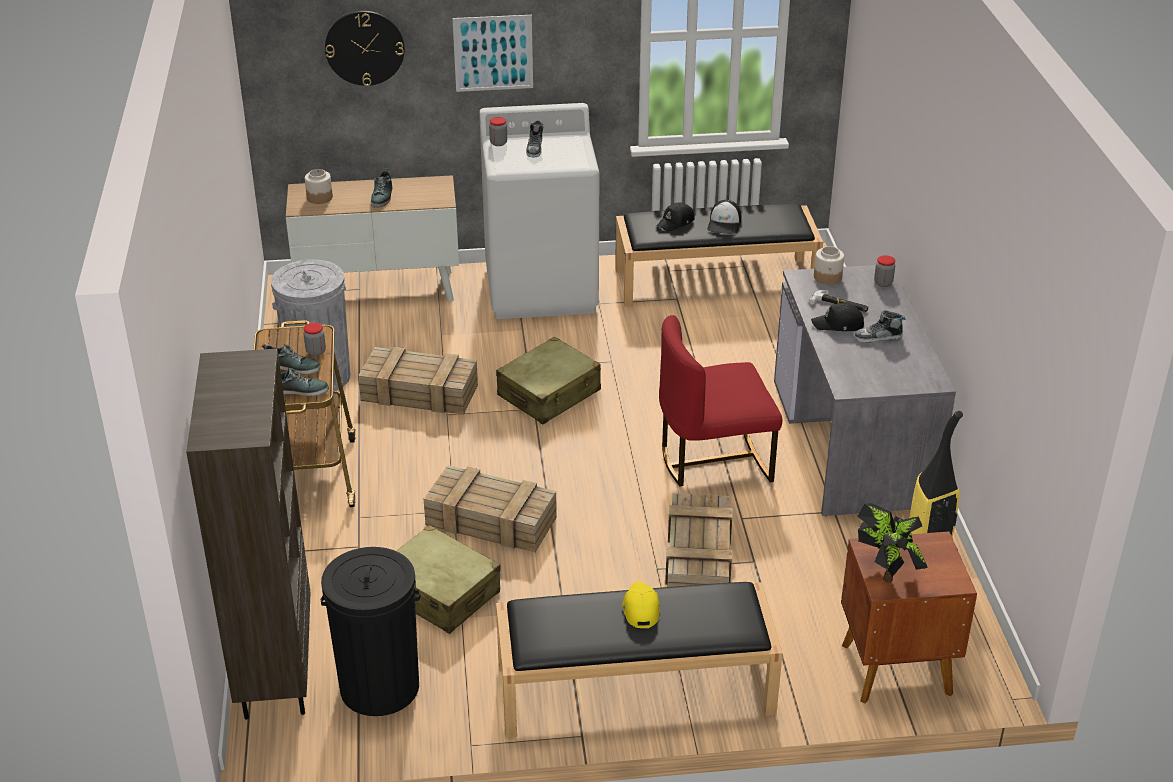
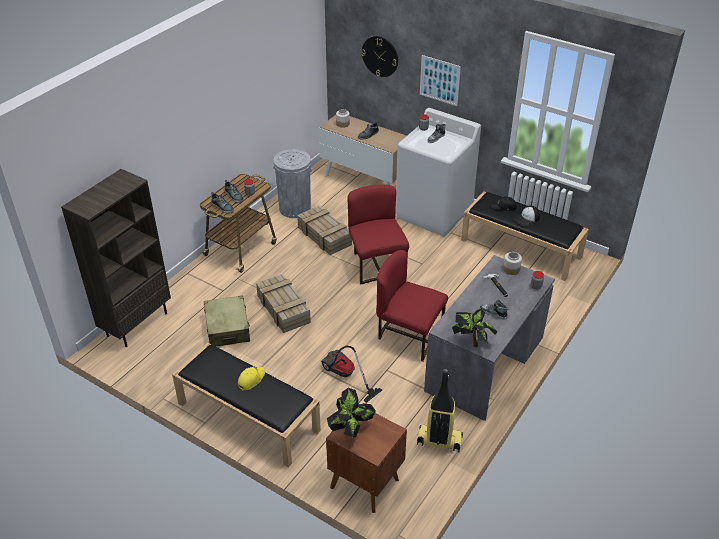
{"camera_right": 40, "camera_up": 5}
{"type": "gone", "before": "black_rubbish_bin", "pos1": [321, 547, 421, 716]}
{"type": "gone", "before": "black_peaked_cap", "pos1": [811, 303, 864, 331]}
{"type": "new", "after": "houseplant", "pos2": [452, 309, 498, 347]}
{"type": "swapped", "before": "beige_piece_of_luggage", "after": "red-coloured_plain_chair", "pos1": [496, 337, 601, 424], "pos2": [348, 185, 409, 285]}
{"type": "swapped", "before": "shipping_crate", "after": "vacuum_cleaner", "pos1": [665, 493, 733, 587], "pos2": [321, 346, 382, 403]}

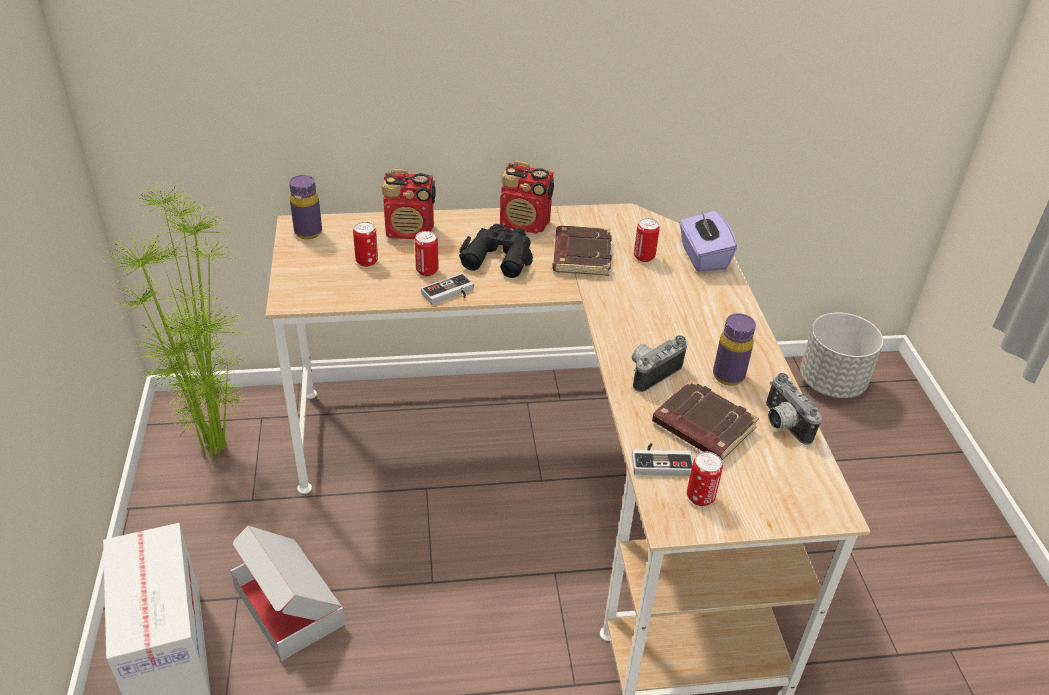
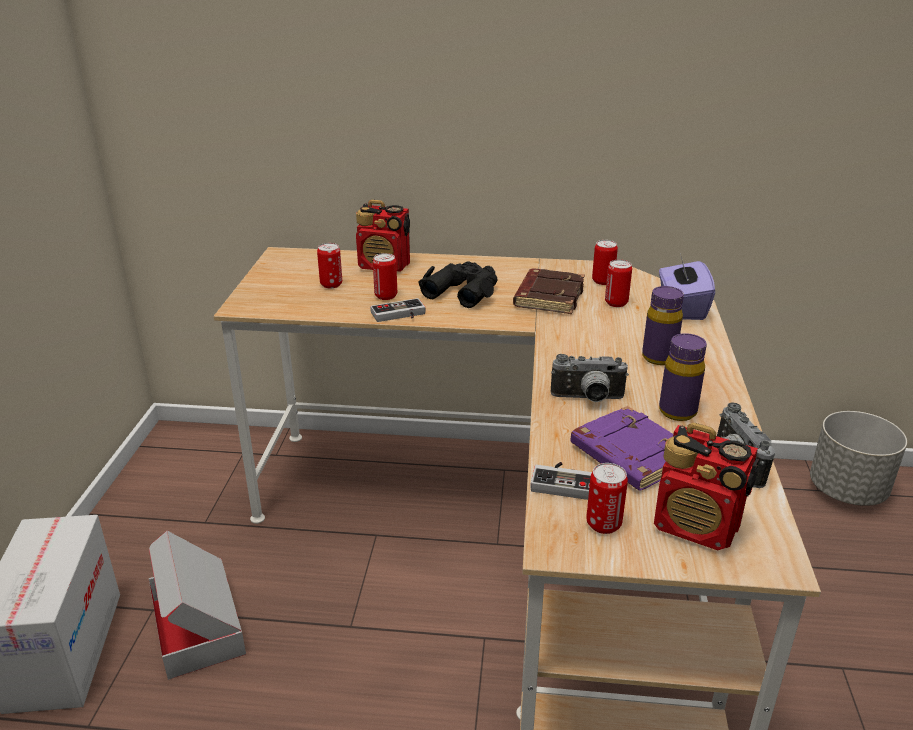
{"camera_right": 15, "camera_up": -10}
{"type": "gone", "before": "houseplant", "pos1": [104, 182, 249, 458]}
{"type": "new", "after": "metal_can", "pos2": [592, 240, 618, 285]}
{"type": "shifted", "before": "purplish_drink_bottle", "pos1": [289, 175, 322, 239], "pos2": [642, 286, 684, 365]}
{"type": "shifted", "before": "radio_receiver", "pos1": [500, 161, 554, 234], "pos2": [654, 423, 759, 550]}
{"type": "repainted", "before": "brownish_book", "after": "purplish_book", "pos1": [652, 380, 759, 460], "pos2": [570, 406, 673, 491]}
{"type": "rotated", "before": "photo_camera", "pos1": [632, 335, 687, 392], "pos2": [551, 354, 629, 402], "turn": -150}

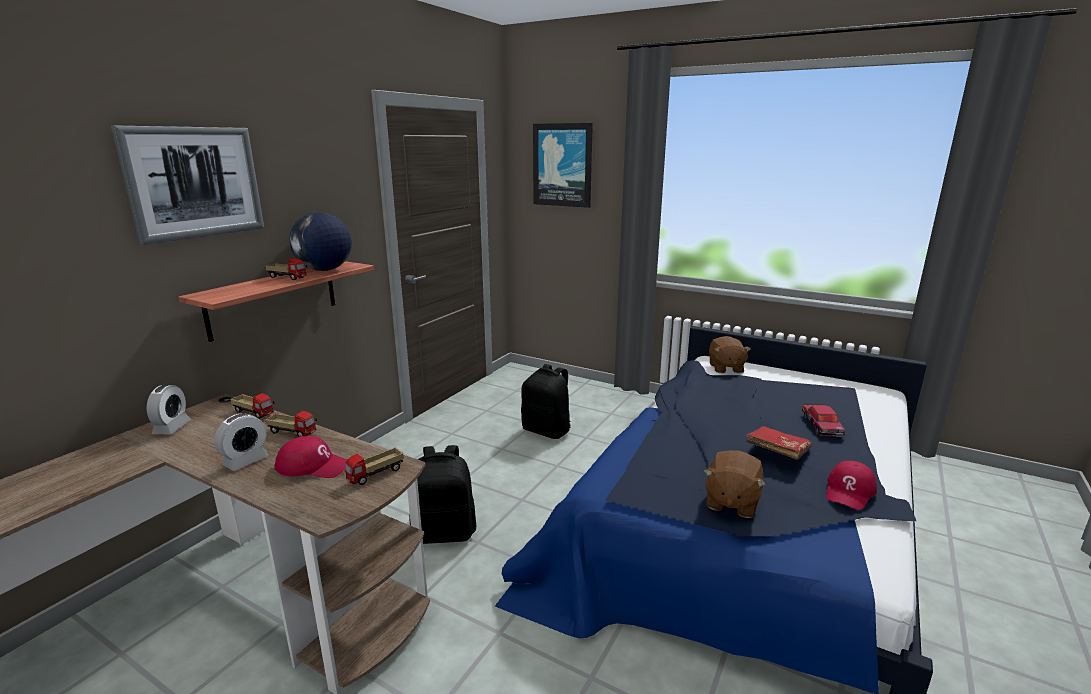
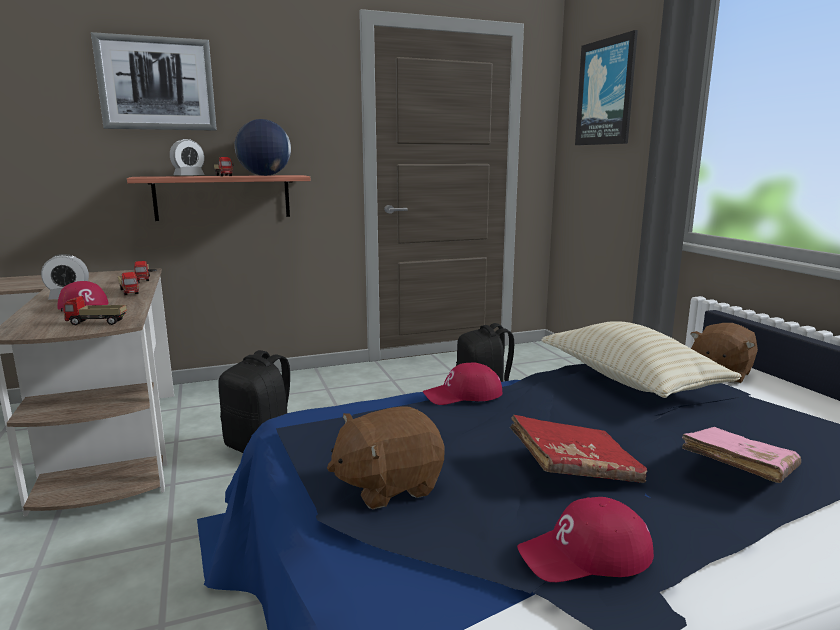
{"camera_right": 40, "camera_up": -5}
{"type": "new", "after": "red-coloured_peaked_cap", "pos2": [423, 363, 502, 405]}
{"type": "new", "after": "beige_cushion", "pos2": [542, 321, 742, 398]}
{"type": "shifted", "before": "table_clock", "pos1": [147, 384, 191, 434], "pos2": [170, 139, 205, 175]}
{"type": "swapped", "before": "toy_car", "after": "pinkish_book", "pos1": [802, 404, 845, 437], "pos2": [682, 427, 801, 483]}

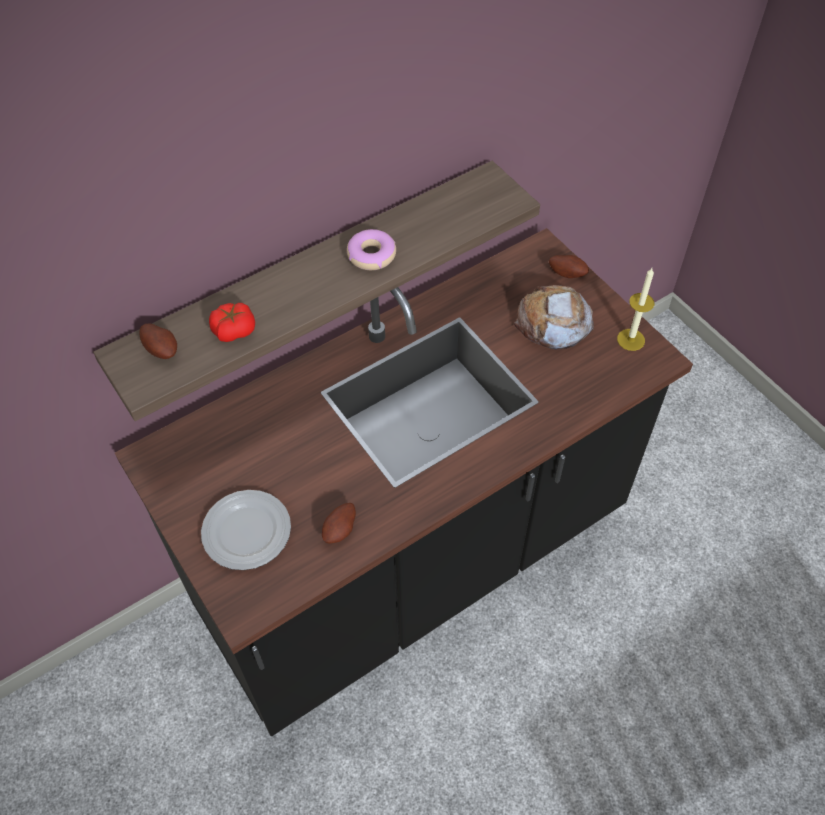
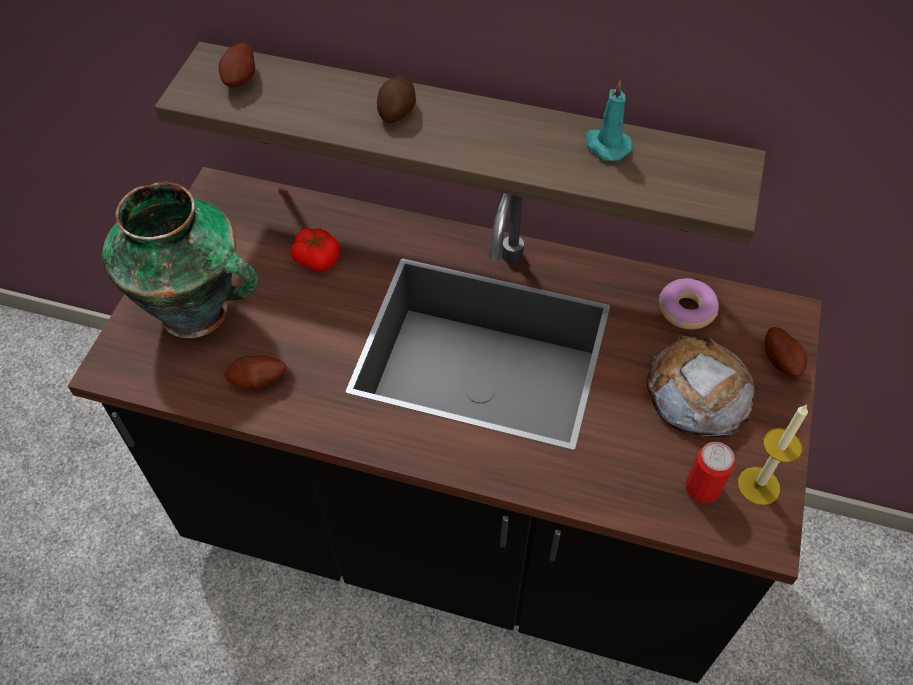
{"camera_right": 50, "camera_up": 0}
{"type": "new", "after": "spud", "pos2": [377, 76, 416, 123]}
{"type": "new", "after": "turquoise_wax_light", "pos2": [585, 80, 632, 161]}
{"type": "new", "after": "metal_can", "pos2": [685, 442, 735, 503]}
{"type": "shifted", "before": "tomato", "pos1": [209, 303, 255, 342], "pos2": [290, 227, 340, 271]}
{"type": "shifted", "before": "donut", "pos1": [347, 229, 396, 270], "pos2": [659, 278, 719, 330]}
{"type": "swapped", "before": "plate", "after": "flower_vase", "pos1": [201, 490, 291, 570], "pos2": [102, 182, 258, 338]}

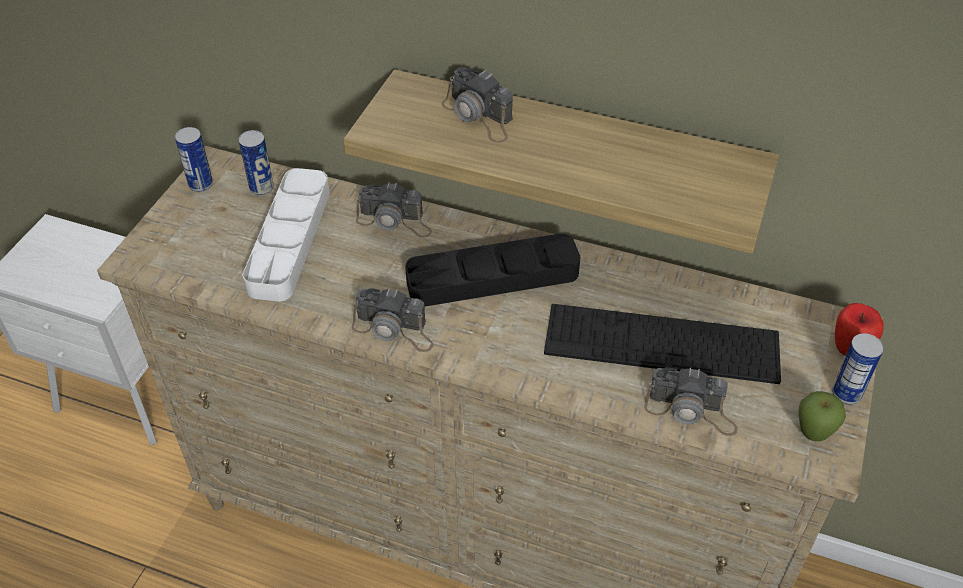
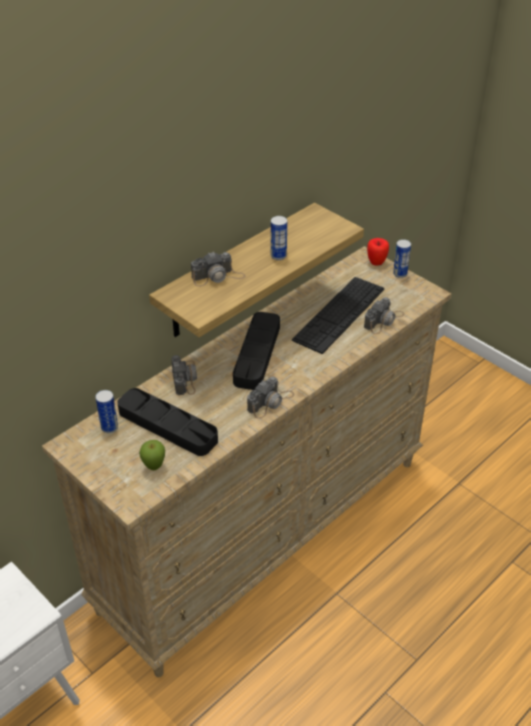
{"camera_right": -65, "camera_up": -5}
{"type": "shifted", "before": "metal_can", "pos1": [175, 127, 213, 192], "pos2": [271, 216, 287, 260]}
{"type": "shifted", "before": "apple_fruit", "pos1": [798, 391, 846, 441], "pos2": [139, 440, 165, 470]}
{"type": "repainted", "before": "white_tray", "after": "black_tray", "pos1": [242, 168, 330, 302], "pos2": [117, 388, 218, 456]}
{"type": "rotated", "before": "photo_camera", "pos1": [356, 182, 432, 238], "pos2": [171, 355, 197, 395], "turn": -45}

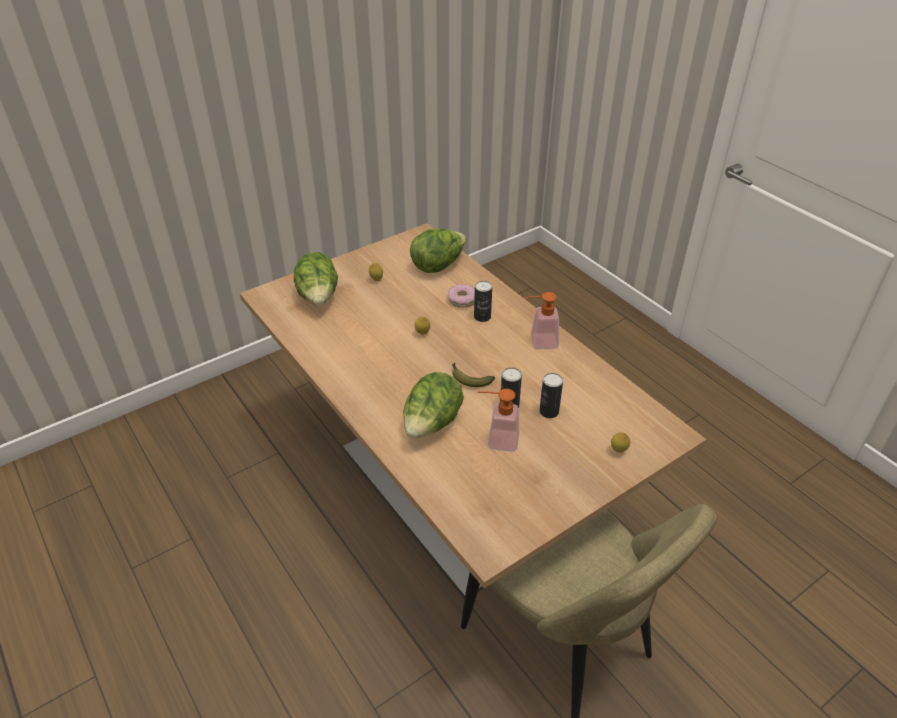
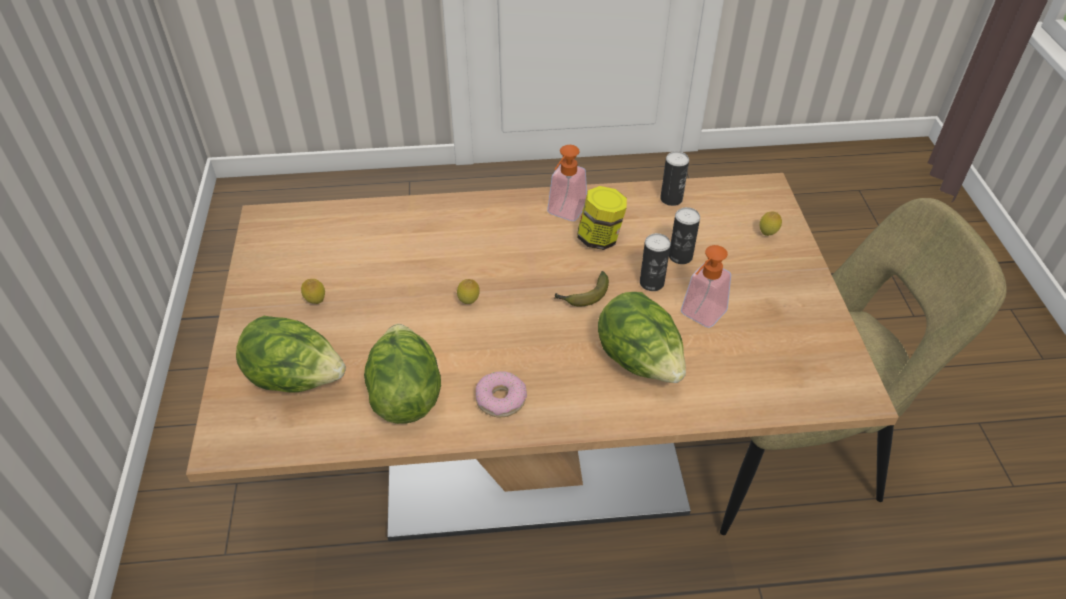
{"camera_right": -60, "camera_up": 5}
{"type": "new", "after": "storage_jar", "pos2": [577, 186, 627, 250]}
{"type": "shifted", "before": "lettuce_head", "pos1": [410, 229, 466, 273], "pos2": [364, 324, 441, 424]}
{"type": "shifted", "before": "donut", "pos1": [448, 284, 475, 308], "pos2": [476, 371, 527, 417]}
{"type": "shifted", "before": "metal_can", "pos1": [474, 281, 492, 322], "pos2": [660, 151, 689, 206]}

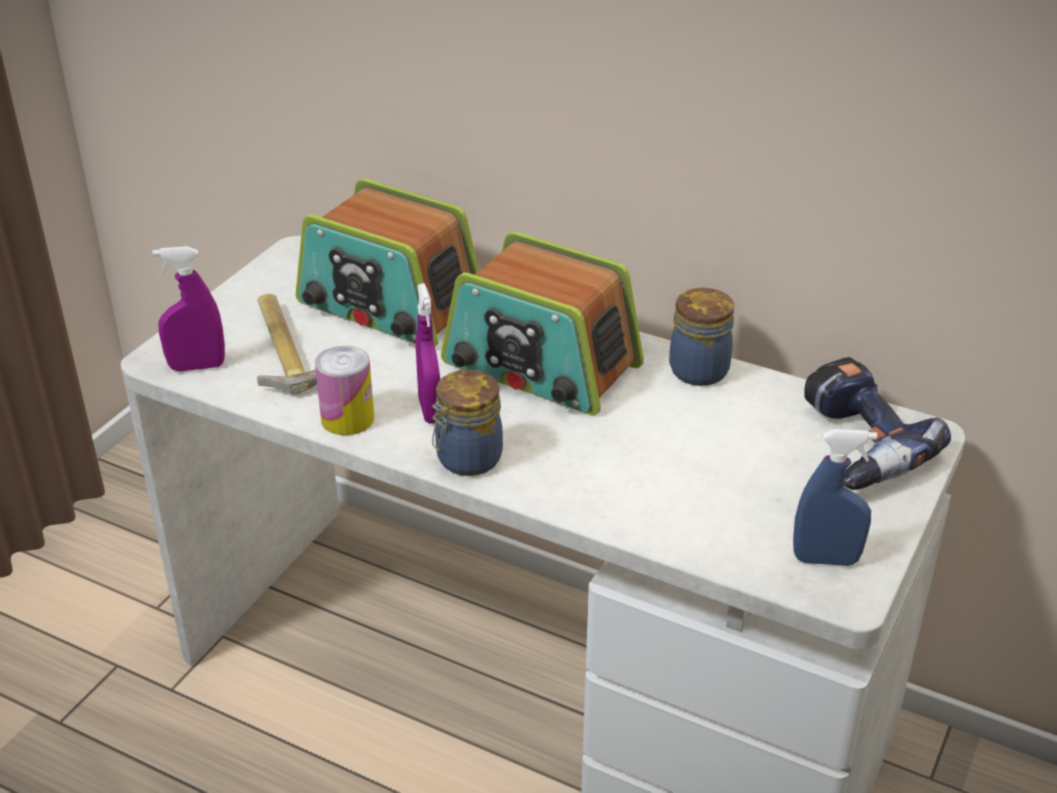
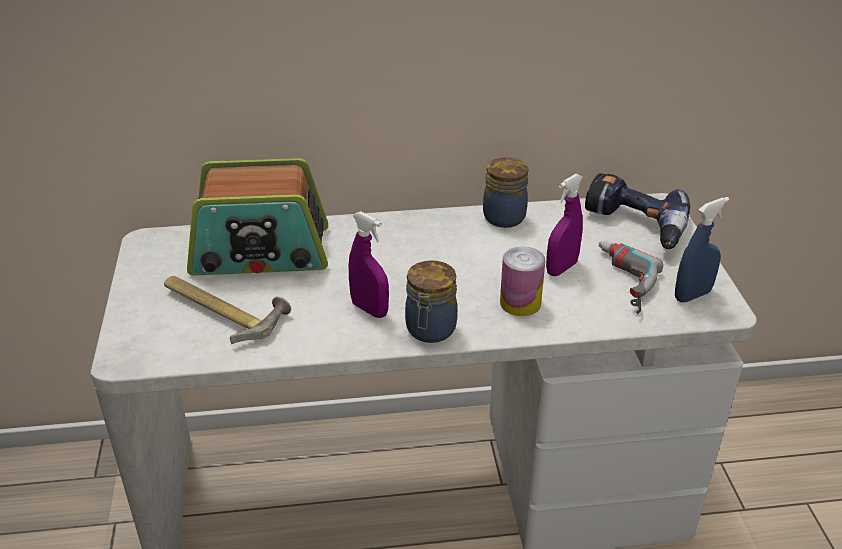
{"camera_right": -35, "camera_up": 0}
{"type": "gone", "before": "radio_receiver", "pos1": [441, 232, 644, 415]}
{"type": "new", "after": "drill", "pos2": [599, 241, 663, 314]}
{"type": "shifted", "before": "purplish_sprayer", "pos1": [152, 246, 225, 371], "pos2": [546, 174, 583, 276]}
{"type": "shifted", "before": "metal_can", "pos1": [315, 346, 374, 435], "pos2": [500, 247, 546, 316]}

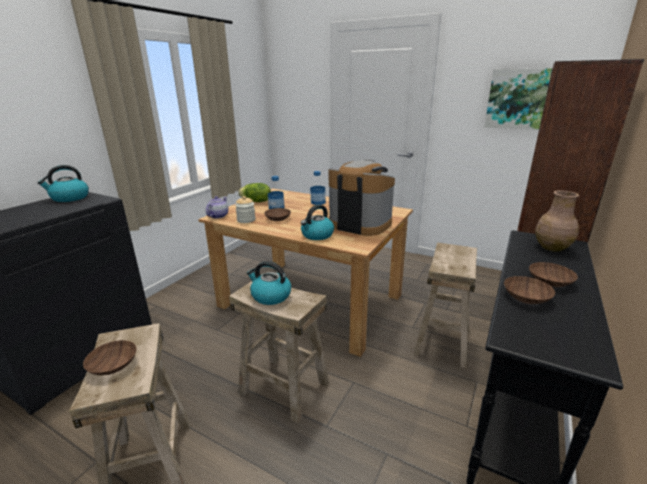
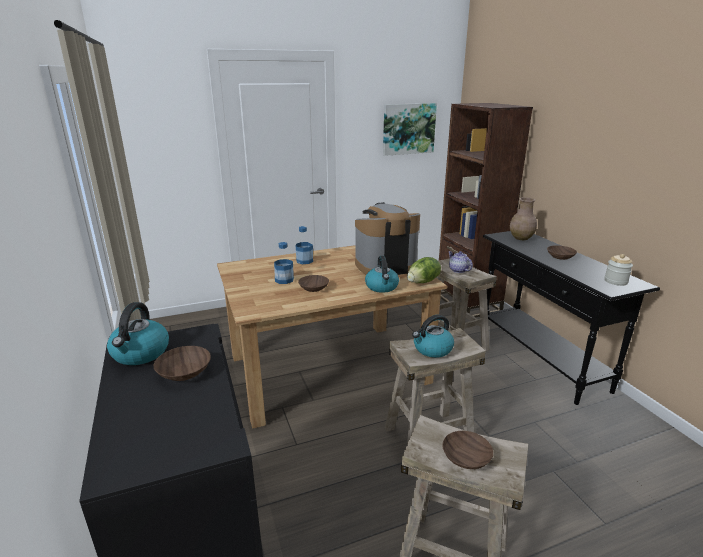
{"camera_right": -50, "camera_up": 0}
{"type": "shifted", "before": "teapot", "pos1": [206, 196, 228, 219], "pos2": [448, 251, 473, 273]}
{"type": "shifted", "before": "storage_jar", "pos1": [235, 196, 255, 223], "pos2": [604, 254, 633, 286]}
{"type": "shifted", "before": "lettuce_head", "pos1": [238, 183, 271, 202], "pos2": [407, 257, 441, 283]}
{"type": "shifted", "before": "brownish_serving_bowl", "pos1": [504, 276, 555, 304], "pos2": [154, 346, 211, 381]}

